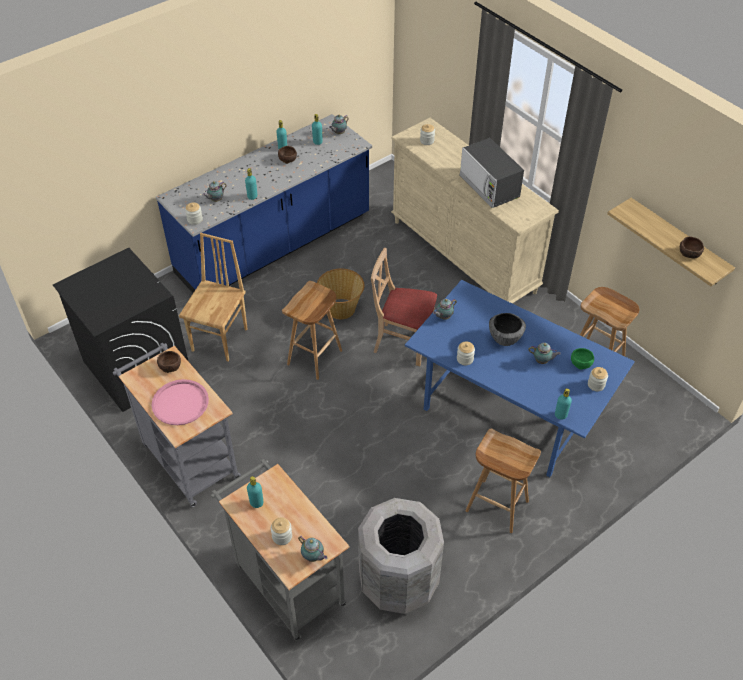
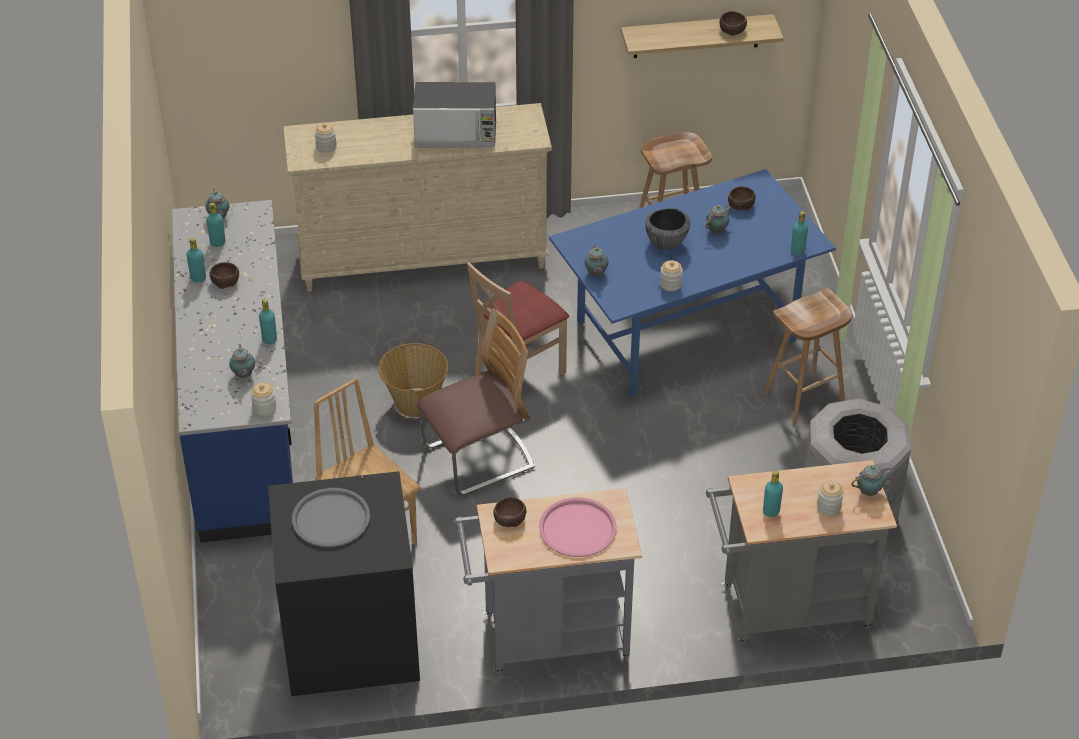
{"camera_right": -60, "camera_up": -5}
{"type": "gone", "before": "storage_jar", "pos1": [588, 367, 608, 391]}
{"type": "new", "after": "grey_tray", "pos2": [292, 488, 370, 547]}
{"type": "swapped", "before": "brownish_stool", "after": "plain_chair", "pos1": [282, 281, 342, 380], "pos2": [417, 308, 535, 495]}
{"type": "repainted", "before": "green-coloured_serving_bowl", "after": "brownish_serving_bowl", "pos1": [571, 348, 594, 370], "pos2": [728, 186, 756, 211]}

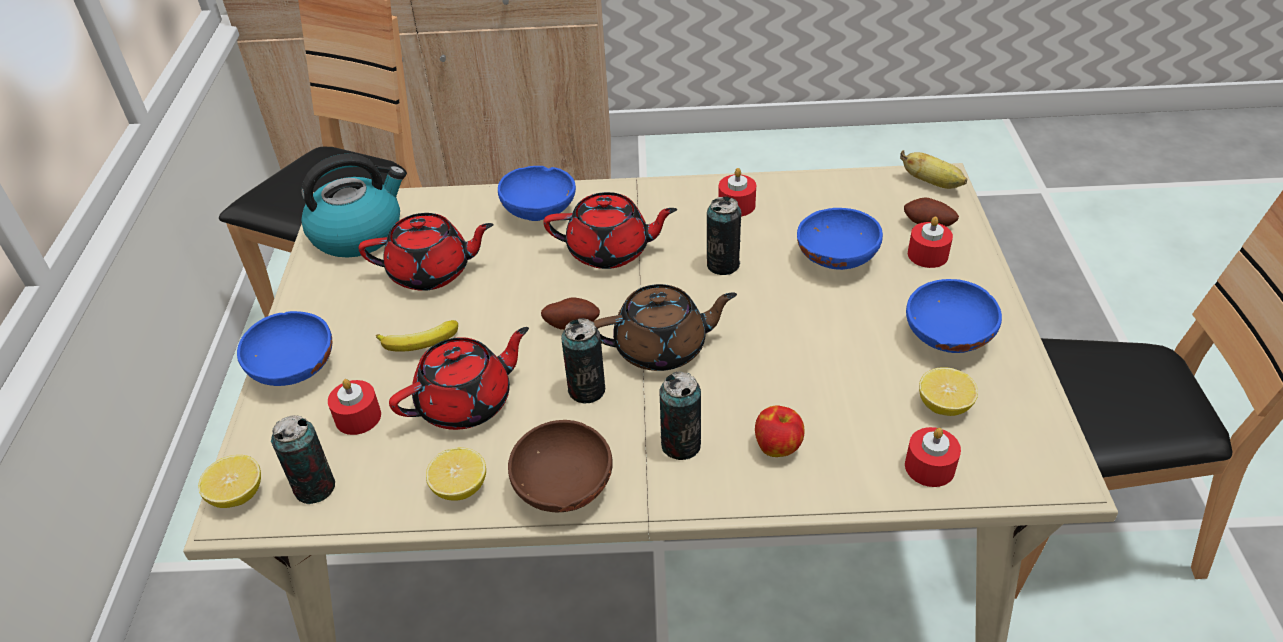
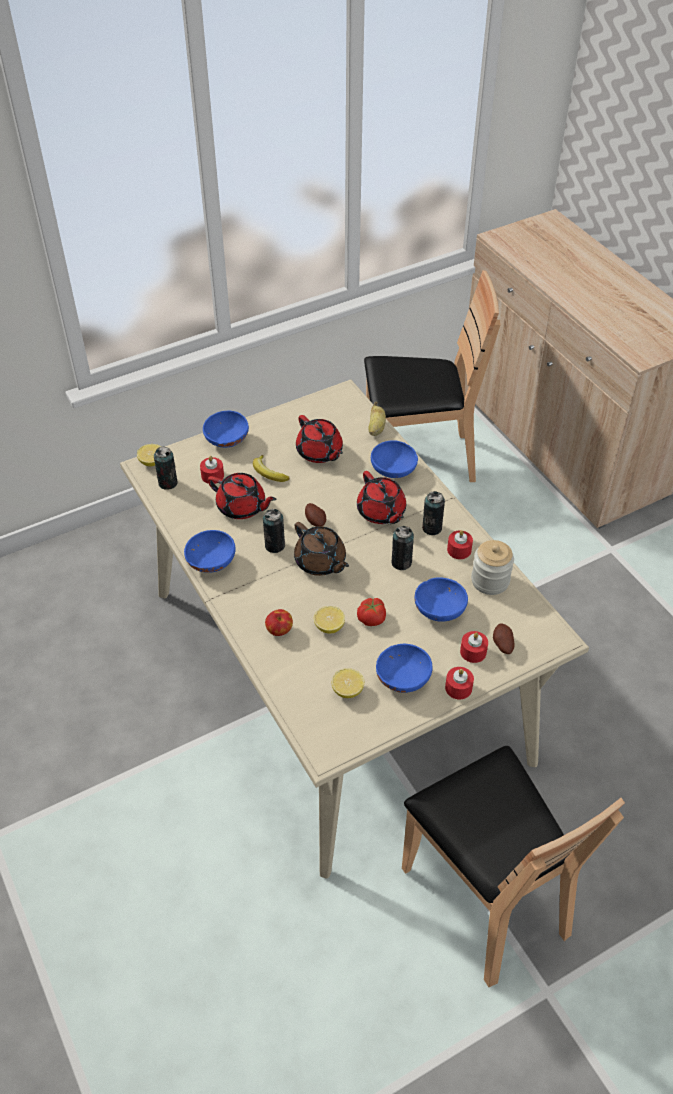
{"camera_right": 60, "camera_up": 5}
{"type": "gone", "before": "kettle", "pos1": [301, 153, 405, 258]}
{"type": "new", "after": "tomato", "pos2": [357, 598, 386, 626]}
{"type": "new", "after": "storage_jar", "pos2": [471, 540, 514, 595]}
{"type": "shifted", "before": "whole_lemon", "pos1": [426, 447, 486, 501], "pos2": [314, 606, 345, 633]}
{"type": "shifted", "before": "metal_can", "pos1": [659, 372, 701, 460], "pos2": [422, 491, 445, 535]}
{"type": "shifted", "before": "banana", "pos1": [900, 150, 967, 189], "pos2": [368, 402, 386, 436]}
{"type": "shifted", "before": "red-coloured_wax_light", "pos1": [905, 427, 961, 487], "pos2": [445, 667, 474, 699]}
{"type": "repainted", "before": "brownish_serving_bowl", "after": "blue_serving_bowl", "pos1": [508, 420, 613, 512], "pos2": [184, 530, 236, 573]}

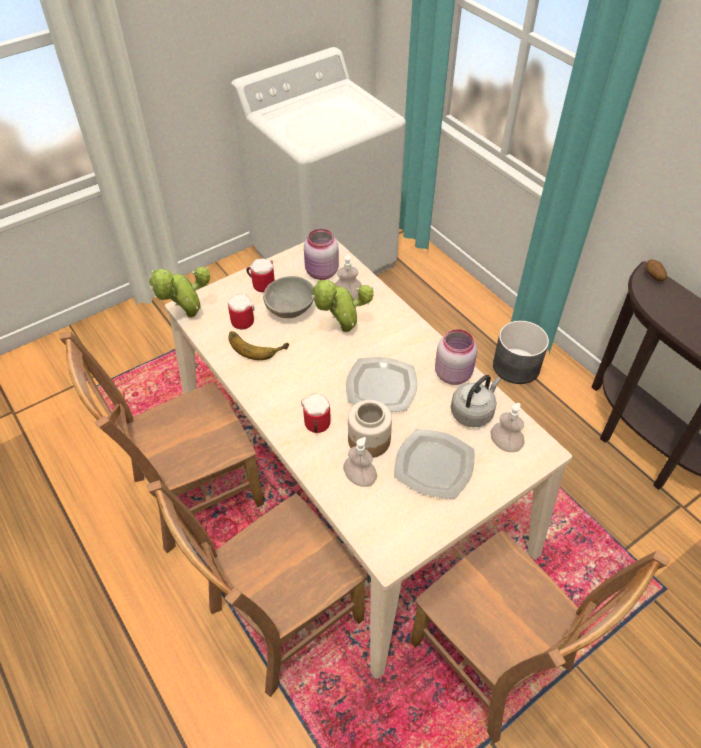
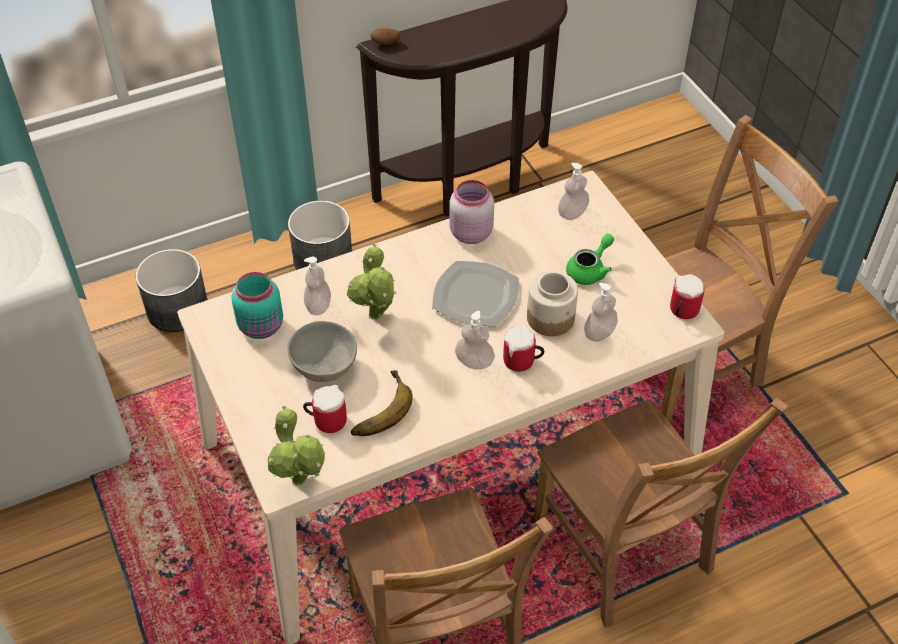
{"camera_right": -80, "camera_up": 0}
{"type": "gone", "before": "grey_kettle", "pos1": [451, 375, 501, 427]}
{"type": "new", "after": "grey_flower_pot", "pos2": [136, 249, 208, 332]}
{"type": "new", "after": "soap_dispenser", "pos2": [455, 311, 495, 370]}
{"type": "shifted", "before": "coffee_mug", "pos1": [246, 259, 275, 292], "pos2": [670, 274, 705, 319]}
{"type": "swapped", "before": "plate", "after": "green-coloured_teapot", "pos1": [394, 429, 475, 499], "pos2": [566, 234, 614, 285]}
{"type": "repainted", "before": "pinkish_storage_jar", "after": "turquoise_storage_jar", "pos1": [304, 229, 339, 280], "pos2": [231, 272, 283, 339]}

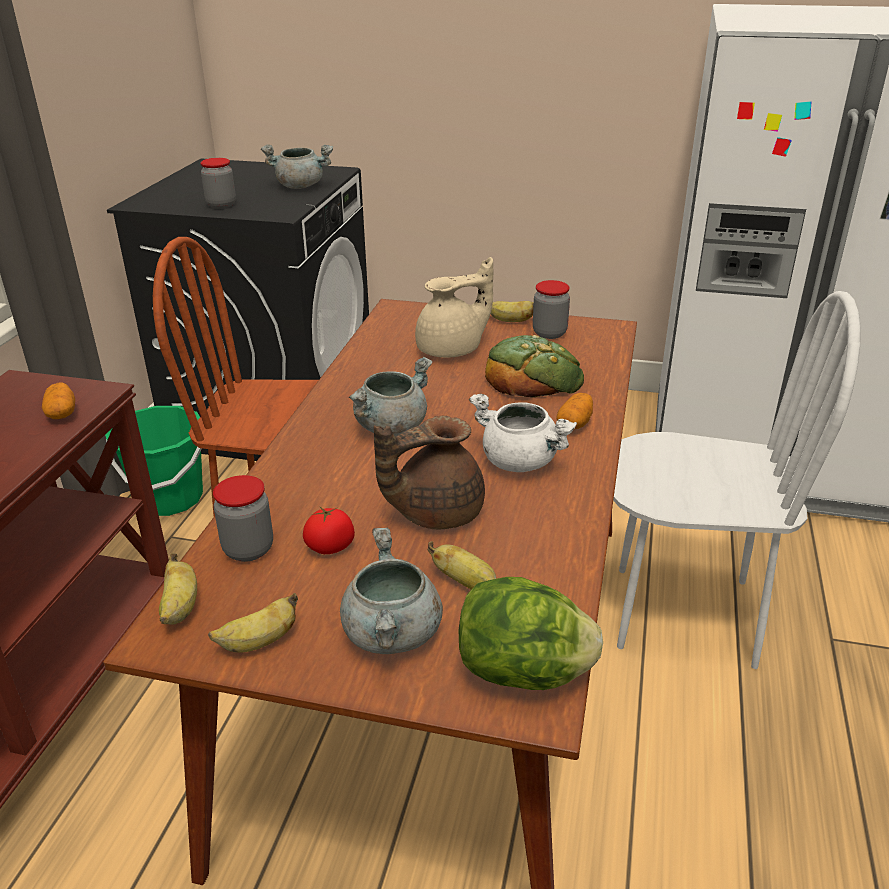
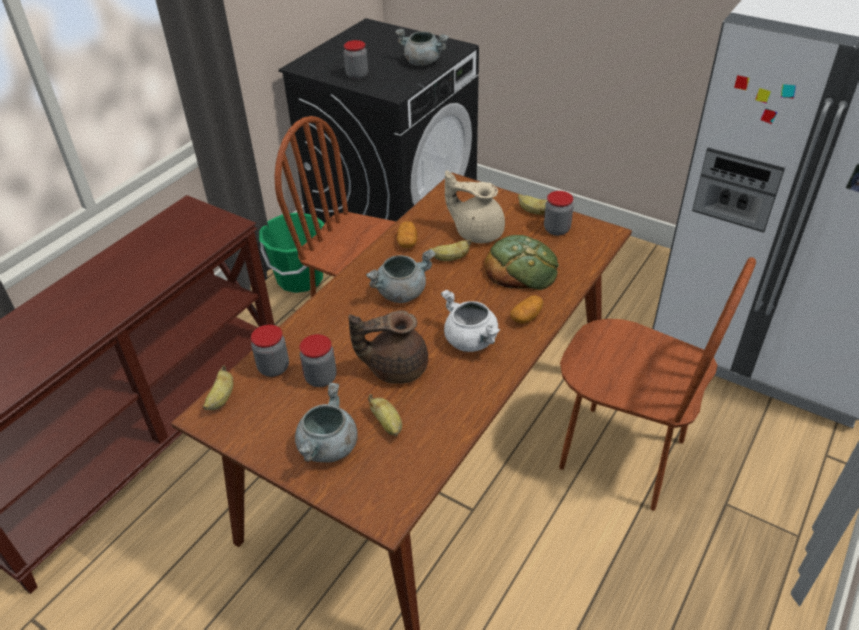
{"camera_right": 20, "camera_up": 10}
{"type": "gone", "before": "lettuce_head", "pos1": [459, 577, 603, 690]}
{"type": "shifted", "before": "spud", "pos1": [42, 382, 75, 419], "pos2": [397, 221, 417, 248]}
{"type": "shifted", "before": "banana", "pos1": [208, 593, 298, 653], "pos2": [428, 239, 472, 261]}
{"type": "swapped", "before": "tomato", "after": "storage_jar", "pos1": [303, 506, 355, 554], "pos2": [299, 334, 337, 387]}
{"type": "repainted", "before": "white_plain_chair", "after": "brownish_plain_chair", "pos1": [613, 291, 861, 669], "pos2": [559, 257, 756, 511]}
{"type": "rotated", "before": "beige_teapot", "pos1": [415, 257, 493, 358], "pos2": [445, 170, 505, 243], "turn": -150}

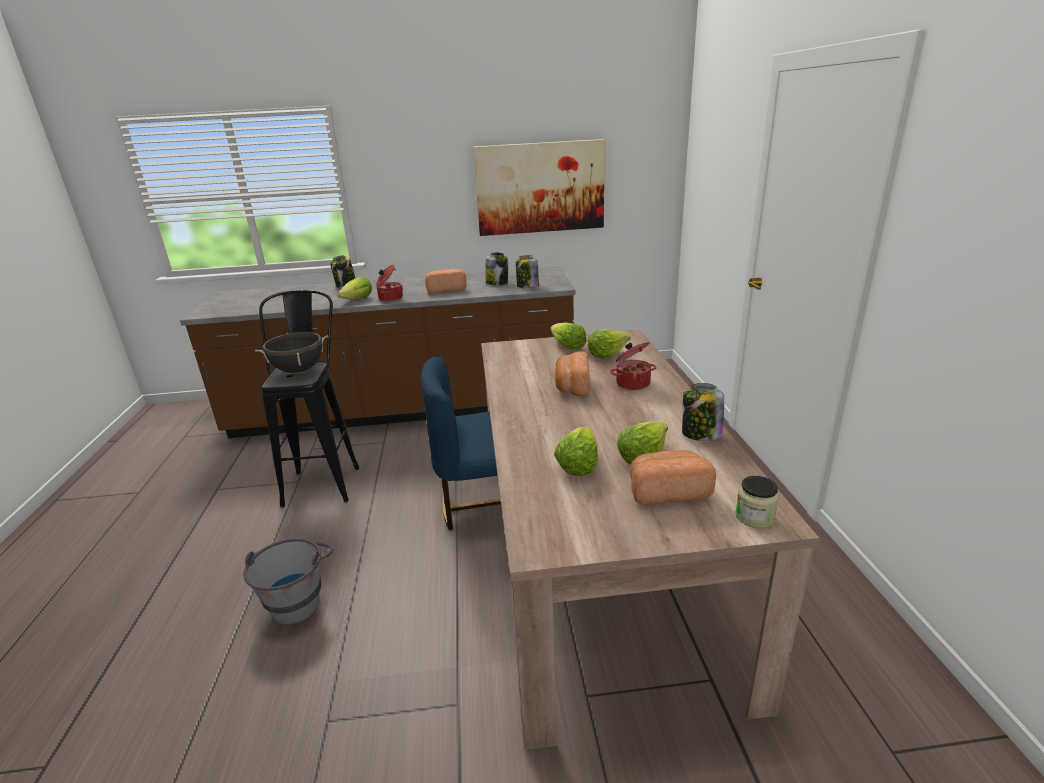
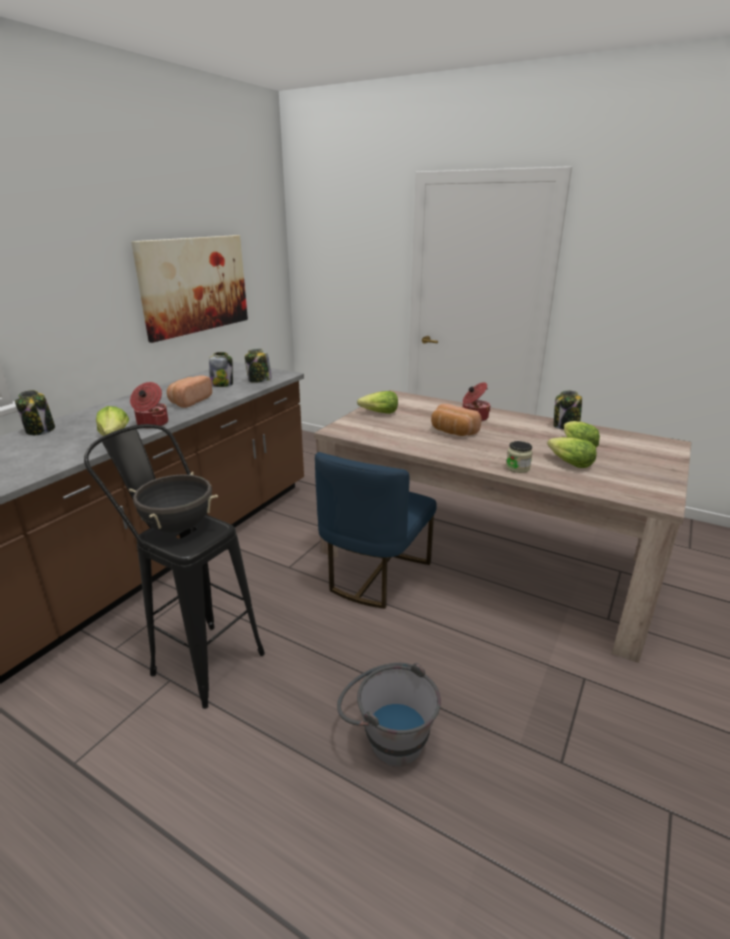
{"camera_right": -55, "camera_up": 0}
{"type": "gone", "before": "lettuce_head", "pos1": [588, 330, 631, 358]}
{"type": "gone", "before": "baked_bread", "pos1": [630, 450, 716, 504]}
{"type": "shifted", "before": "storage_jar", "pos1": [735, 476, 779, 528], "pos2": [506, 441, 533, 473]}

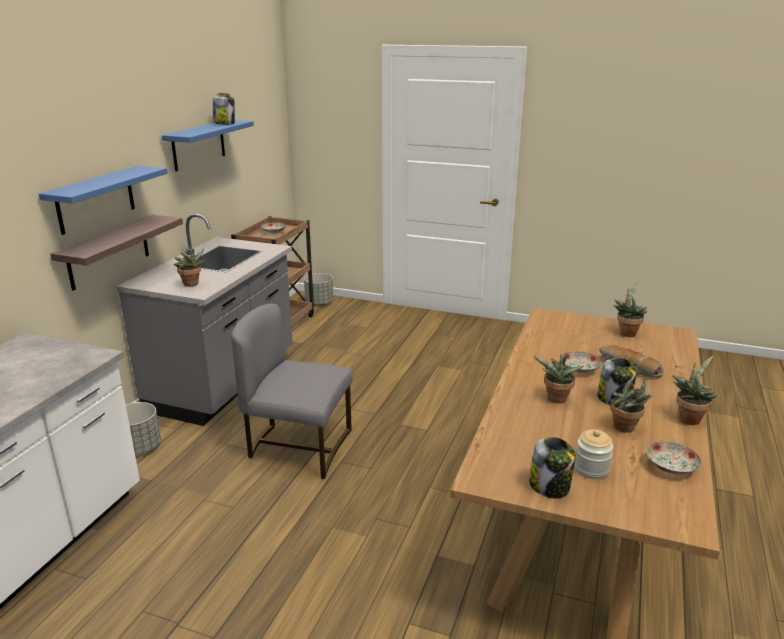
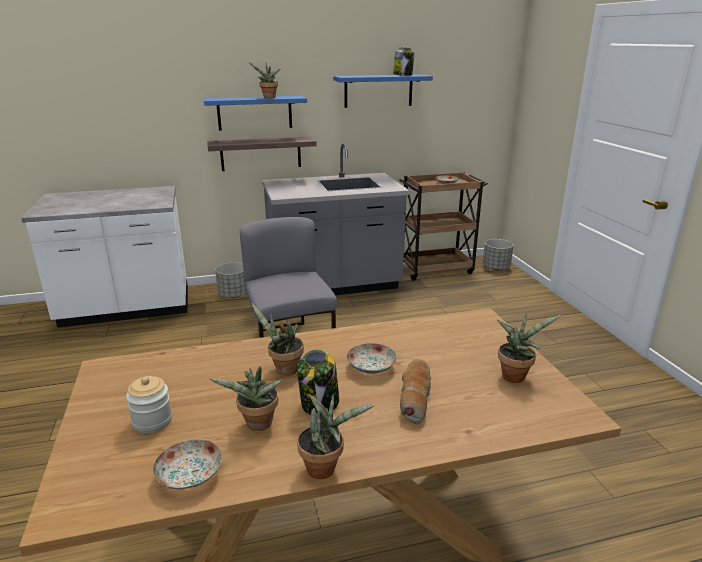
{"camera_right": 55, "camera_up": 0}
{"type": "gone", "before": "storage_jar", "pos1": [529, 437, 576, 498]}
{"type": "shifted", "before": "houseplant", "pos1": [174, 246, 205, 287], "pos2": [249, 63, 280, 98]}

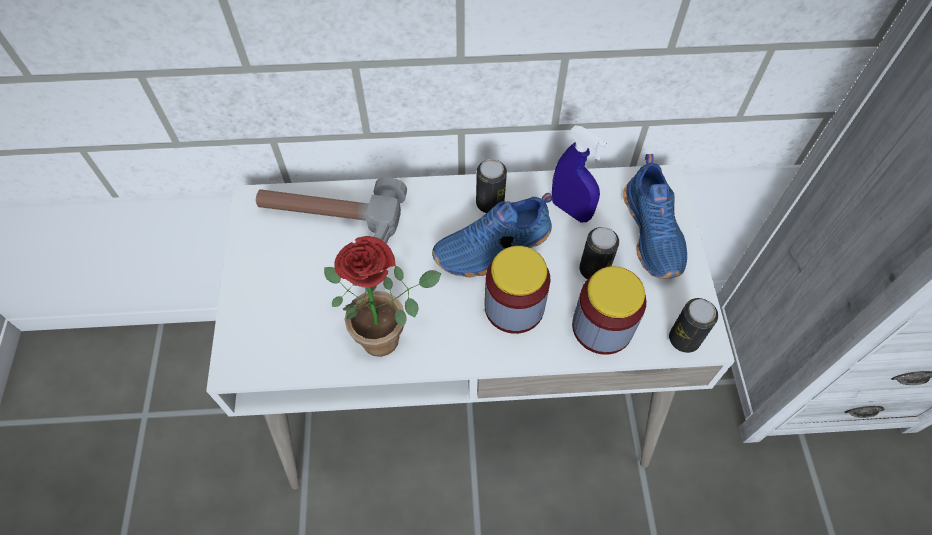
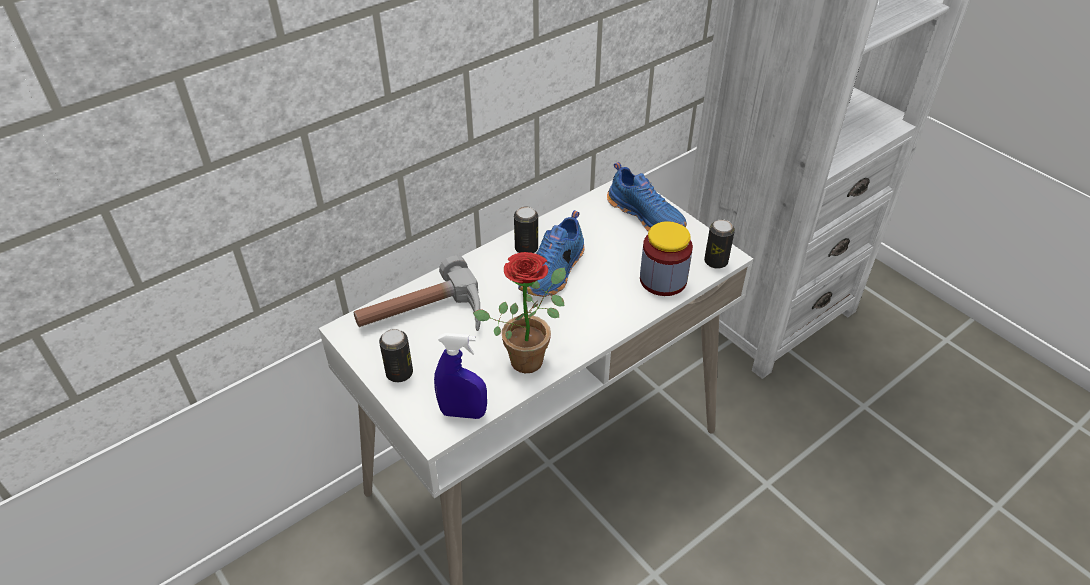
{"camera_right": -35, "camera_up": -15}
{"type": "gone", "before": "storage_jar", "pos1": [485, 246, 550, 334]}
{"type": "shifted", "before": "blue_sprayer", "pos1": [552, 125, 607, 223], "pos2": [434, 333, 487, 419]}
{"type": "shifted", "before": "metal_can", "pos1": [579, 227, 619, 279], "pos2": [379, 329, 413, 382]}

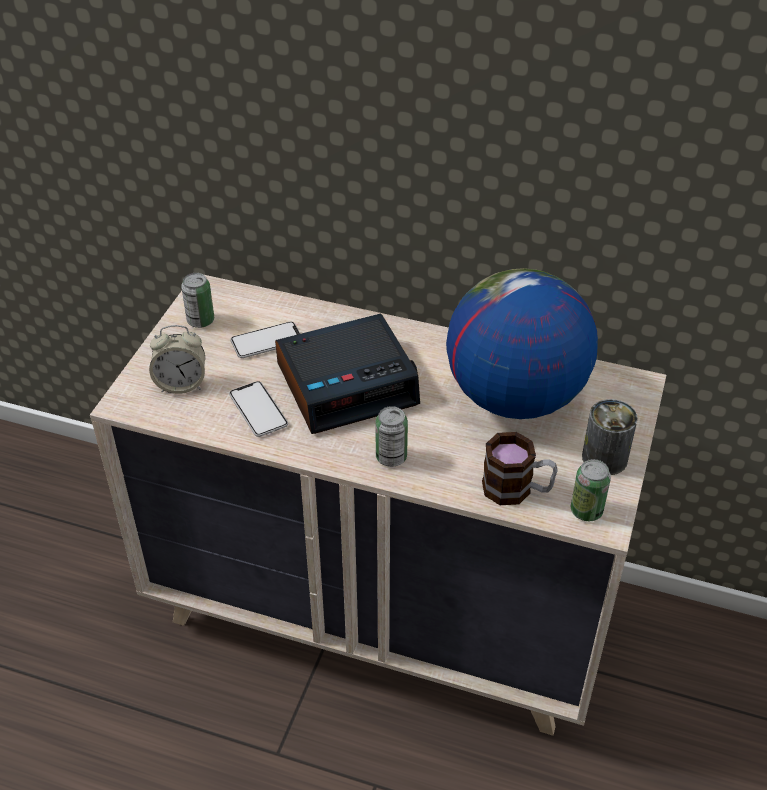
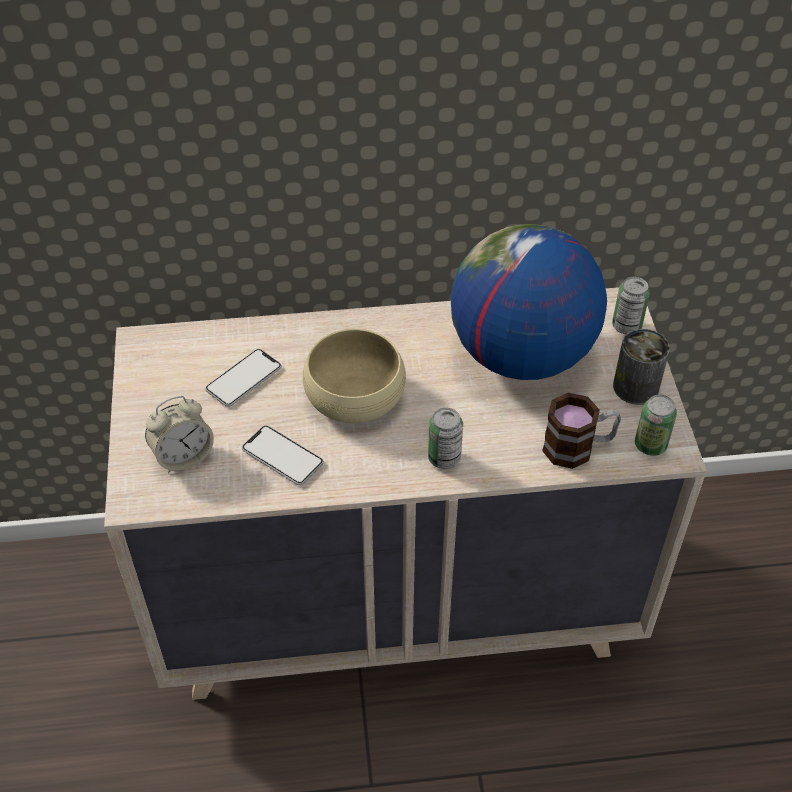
{"camera_right": -25, "camera_up": 5}
{"type": "shifted", "before": "metal_can", "pos1": [181, 273, 214, 328], "pos2": [612, 277, 650, 334]}
{"type": "swapped", "before": "table_clock", "after": "beige_serving_bowl", "pos1": [275, 314, 420, 434], "pos2": [303, 329, 406, 423]}

